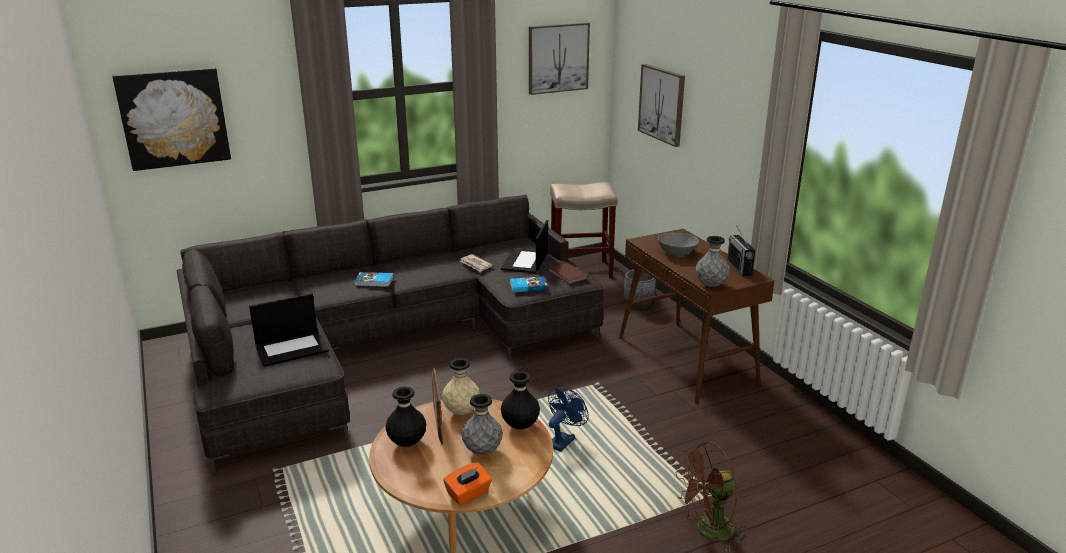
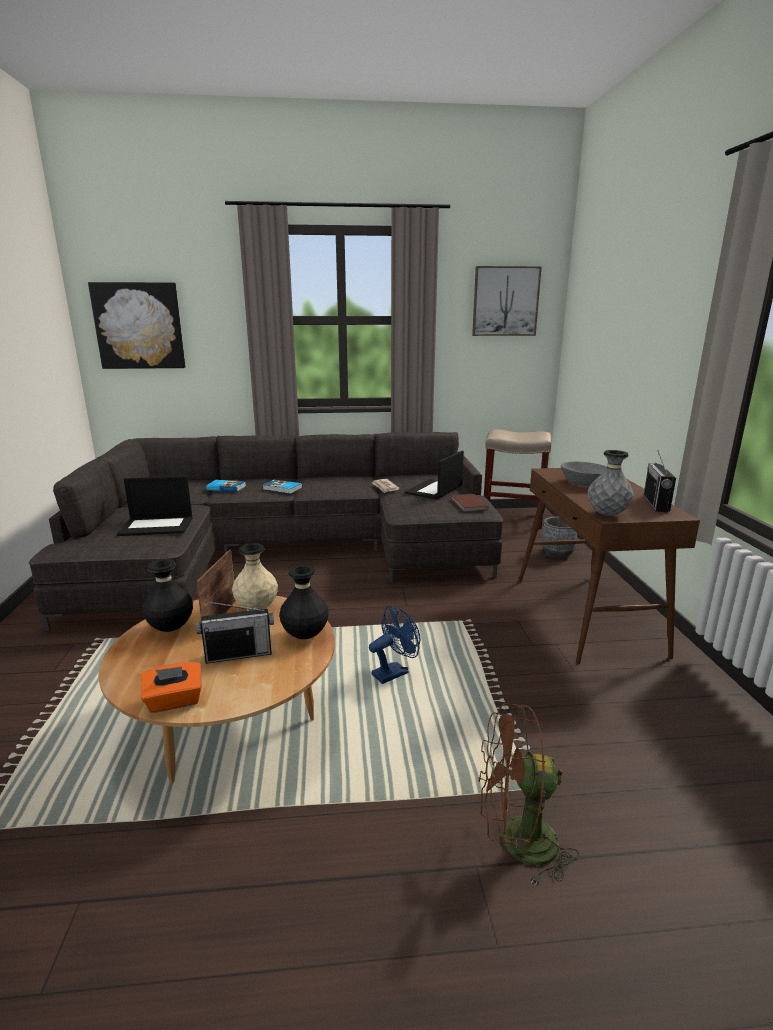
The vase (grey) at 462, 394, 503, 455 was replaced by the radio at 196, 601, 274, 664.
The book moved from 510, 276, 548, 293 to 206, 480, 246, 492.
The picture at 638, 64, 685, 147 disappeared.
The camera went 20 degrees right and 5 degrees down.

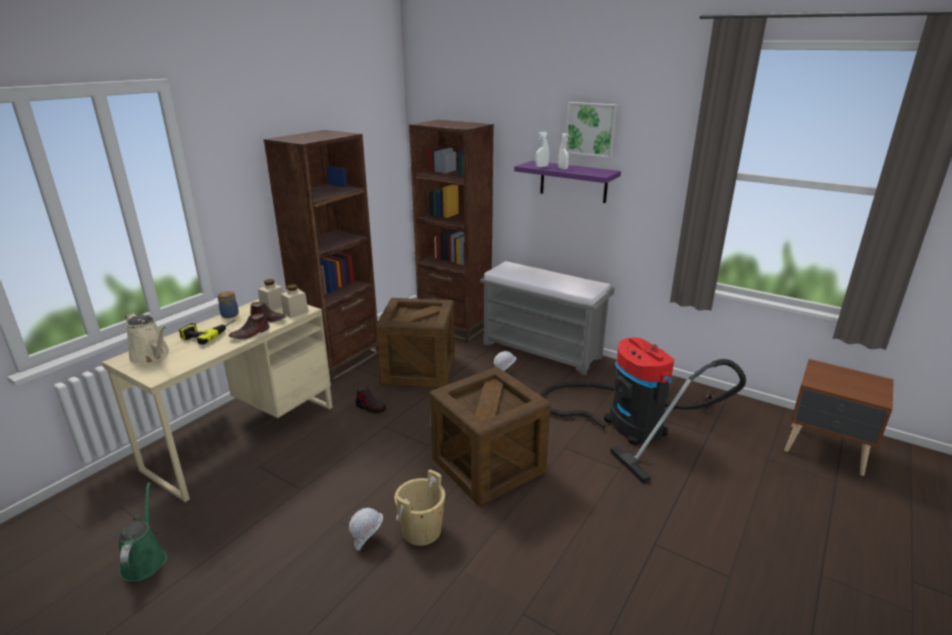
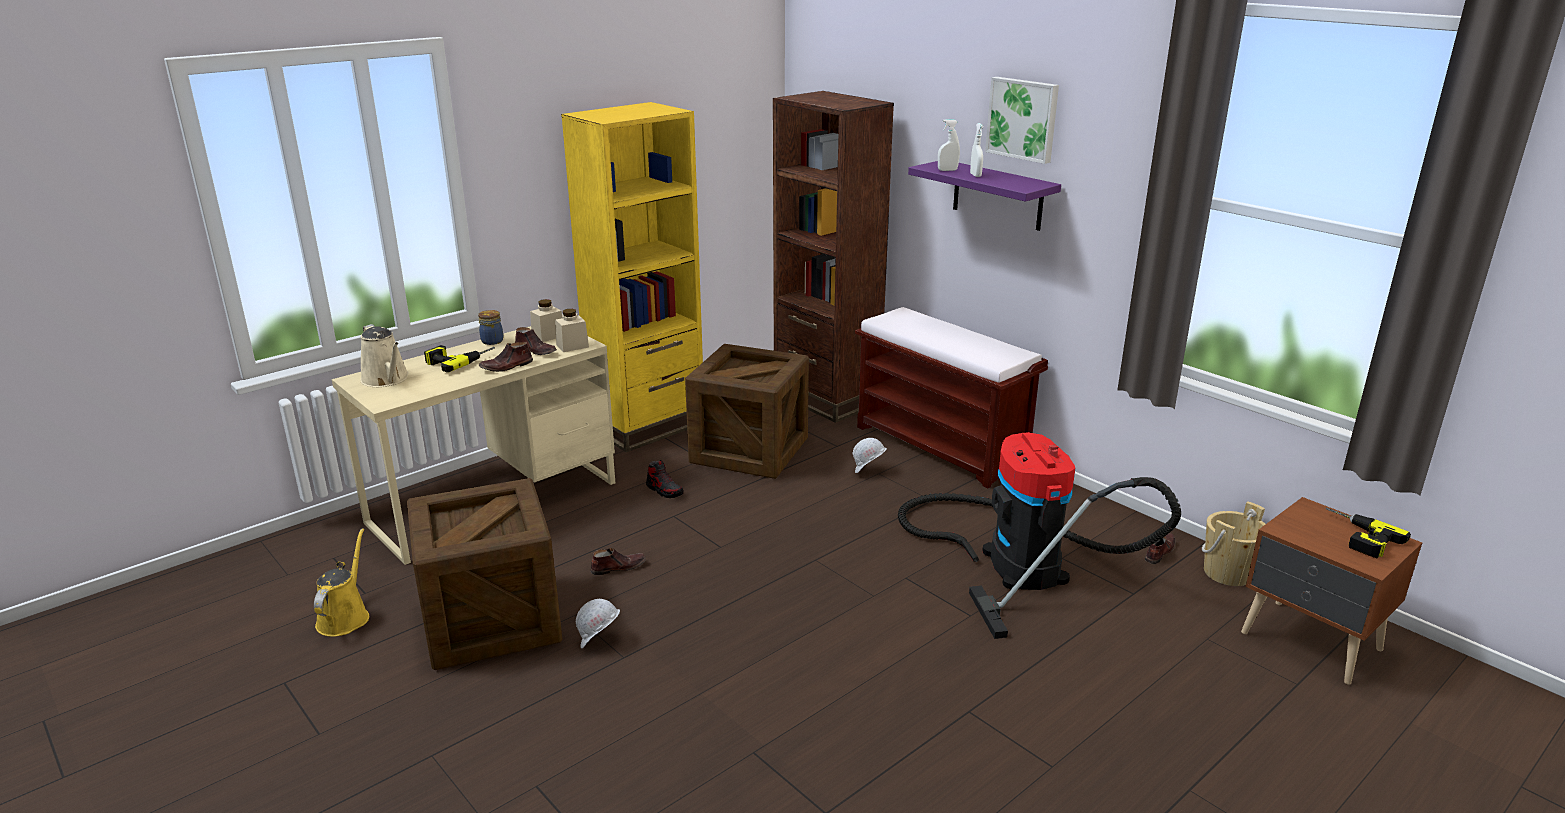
The watering can (green) at 118, 482, 167, 582 became the watering can (yellow) at 314, 528, 369, 637.
The bookcase (brown) at 264, 130, 378, 383 became the bookcase (yellow) at 561, 102, 703, 452.
The bucket (beige) moved from 394, 469, 445, 546 to 1202, 501, 1265, 586.
The crate moved from 430, 367, 551, 506 to 407, 478, 562, 670.
The bench (grey) at 480, 261, 614, 375 became the bench (brown) at 855, 307, 1048, 489.
The shoe (brown) at 591, 548, 646, 575 appeared.
The power drill at 1326, 508, 1411, 558 appeared.
The camera went 15 degrees right and 0 degrees up.

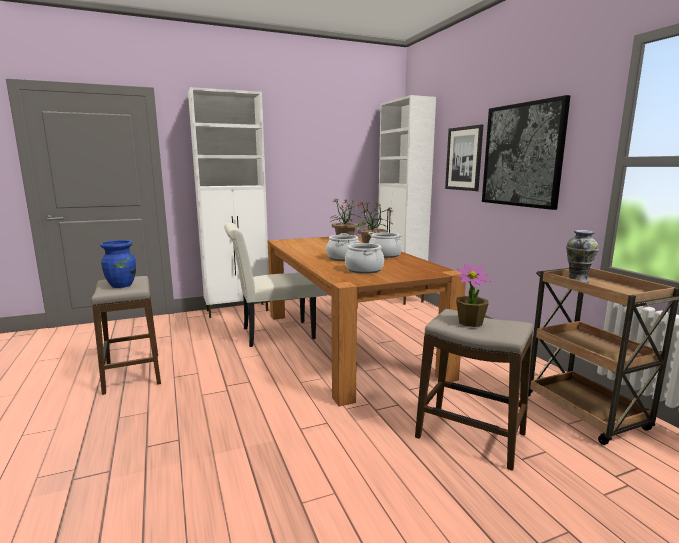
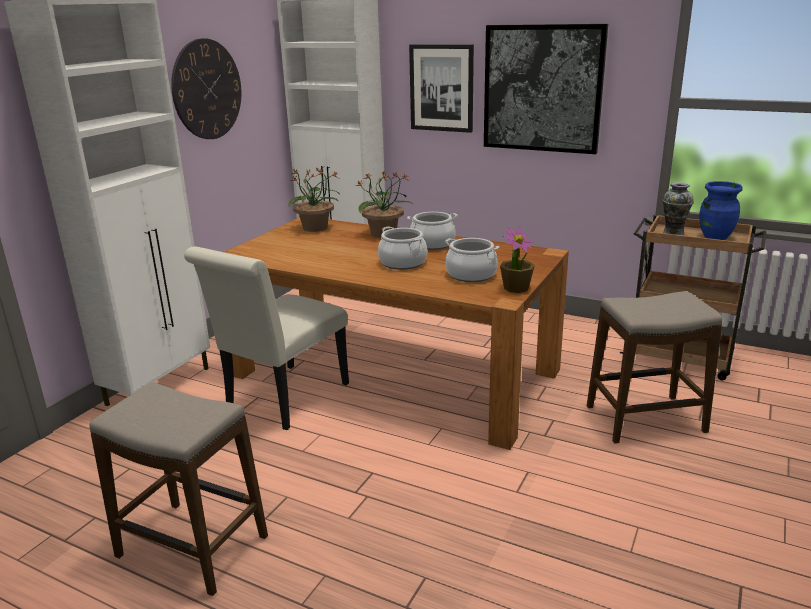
The vase (blue) moved from 100, 240, 136, 288 to 699, 181, 743, 240.
The potted plant moved from 456, 264, 491, 327 to 500, 227, 535, 293.
The wall clock at 171, 38, 241, 139 appeared.
The camera went 40 degrees left and 10 degrees up.

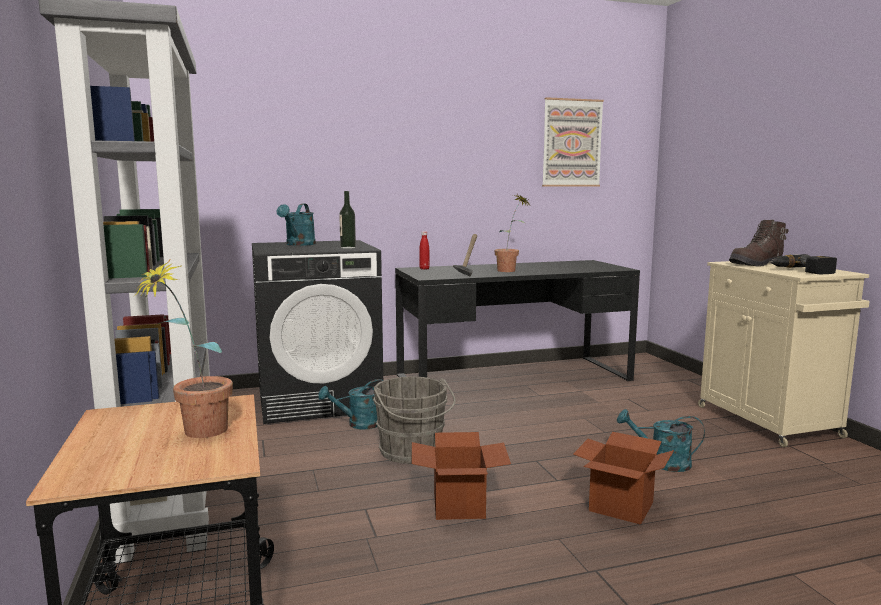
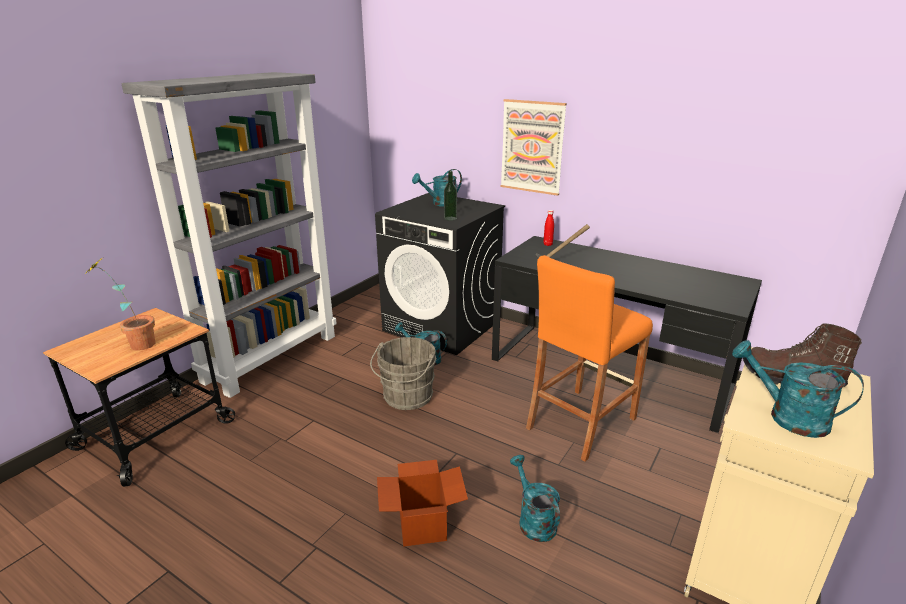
The cardboard box at 412, 432, 511, 520 disappeared.
The potted plant at 495, 195, 531, 272 disappeared.
The picture moved from 542, 97, 604, 187 to 500, 99, 567, 196.
The power drill at 769, 254, 837, 274 was replaced by the watering can (turquoise) at 732, 340, 864, 438.
The stool (orange) at 526, 255, 653, 462 appeared.
The camera went 50 degrees right and 15 degrees up.

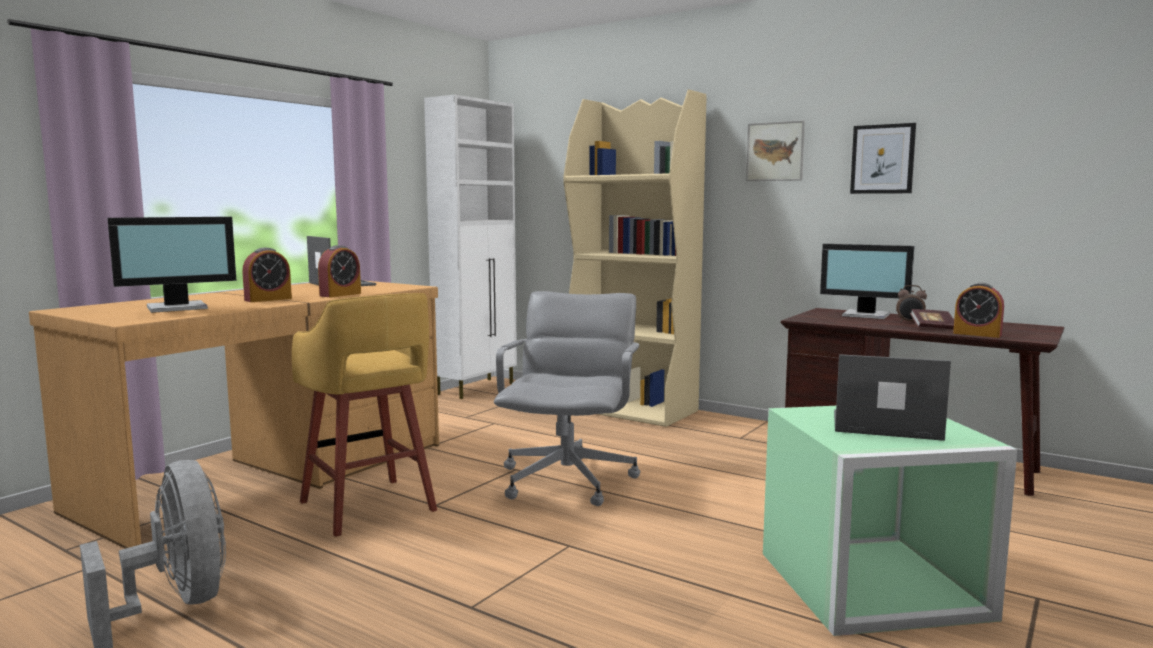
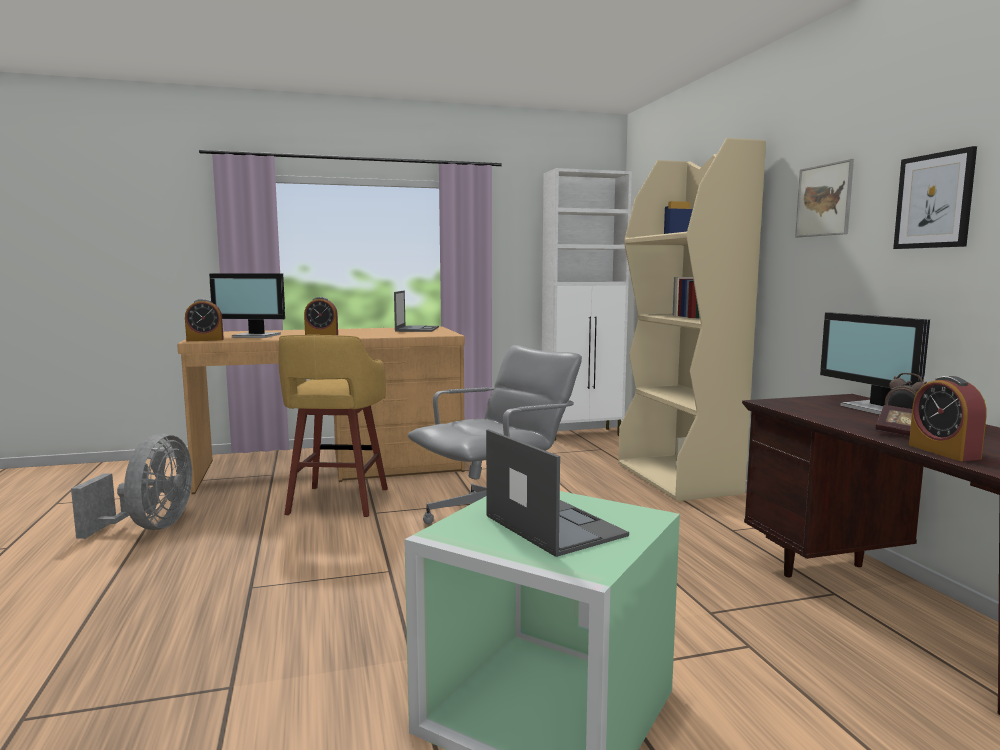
The alarm clock moved from 318, 245, 361, 297 to 185, 299, 224, 341.
The camera went 40 degrees right and 0 degrees up.

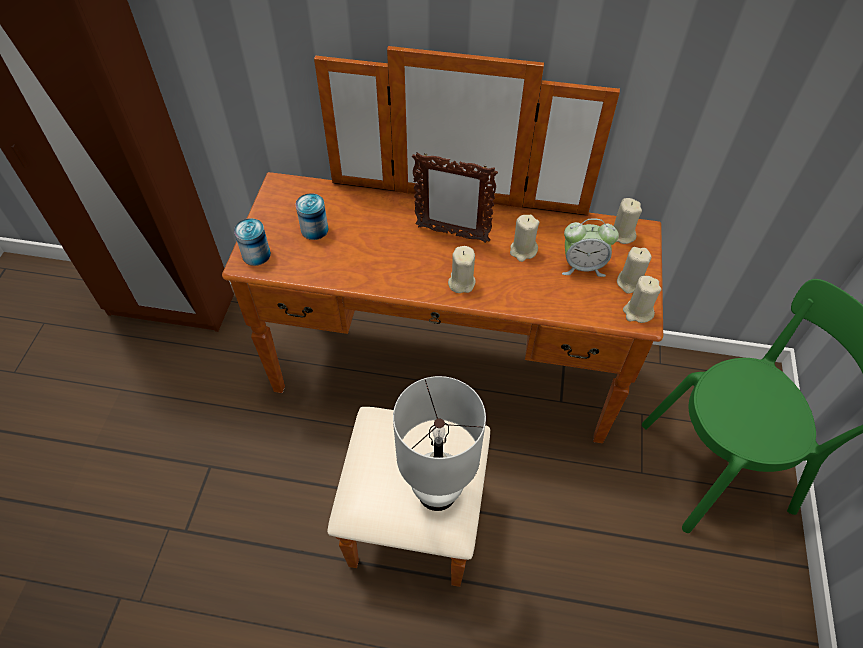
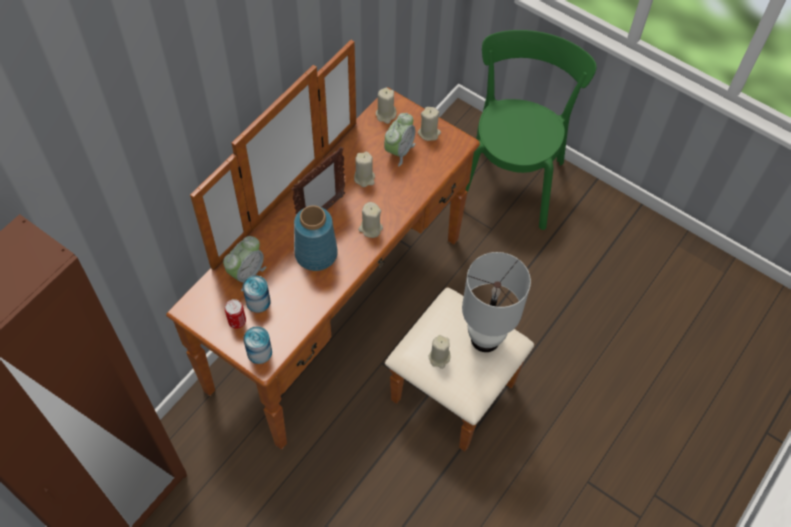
The candle (beige) moved from 623, 276, 661, 323 to 429, 335, 450, 369.
The alarm clock at 223, 236, 266, 291 appeared.
The can at 225, 299, 246, 329 appeared.
The vase (blue) at 294, 205, 338, 271 appeared.
The camera went 65 degrees left and 5 degrees up.

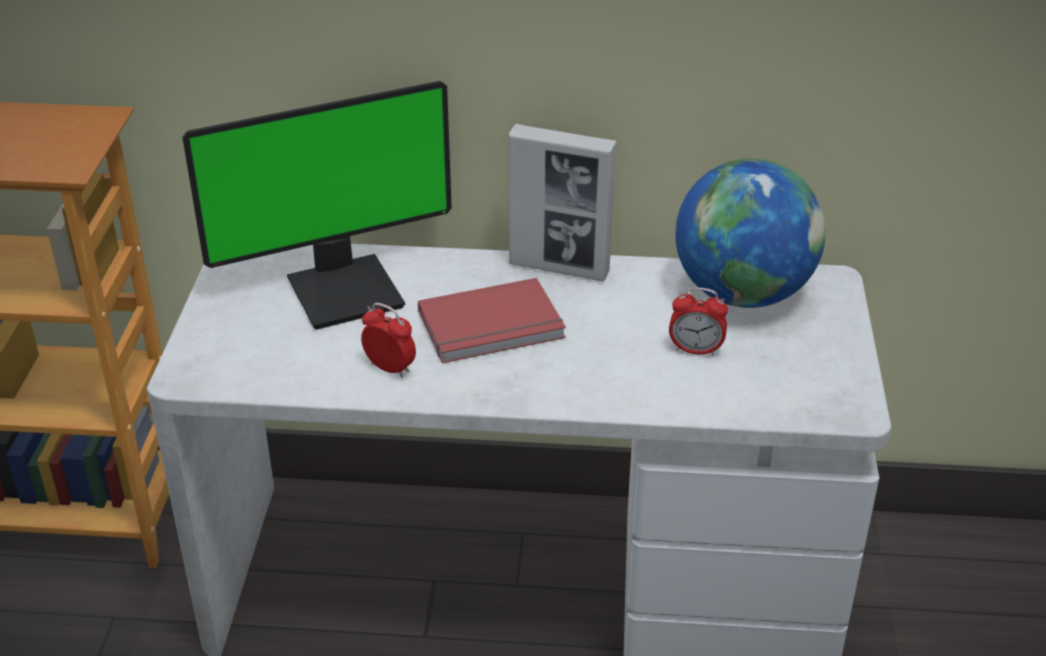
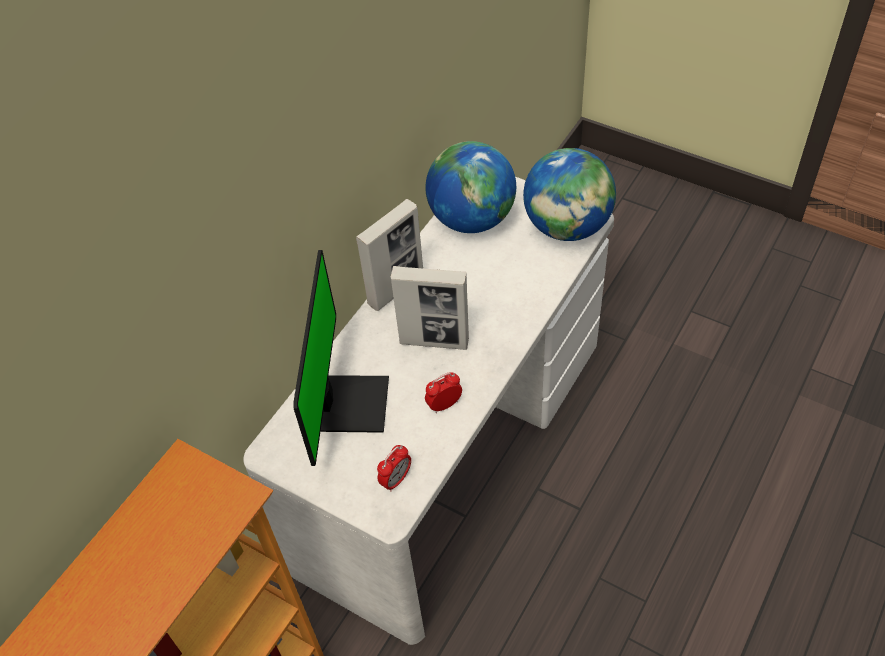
The book (red) at 418, 278, 566, 363 was replaced by the picture frame at 391, 266, 469, 350.
The alarm clock moved from 669, 287, 728, 356 to 377, 445, 411, 492.
The globe at 523, 148, 616, 241 appeared.
The camera went 60 degrees left and 15 degrees up.

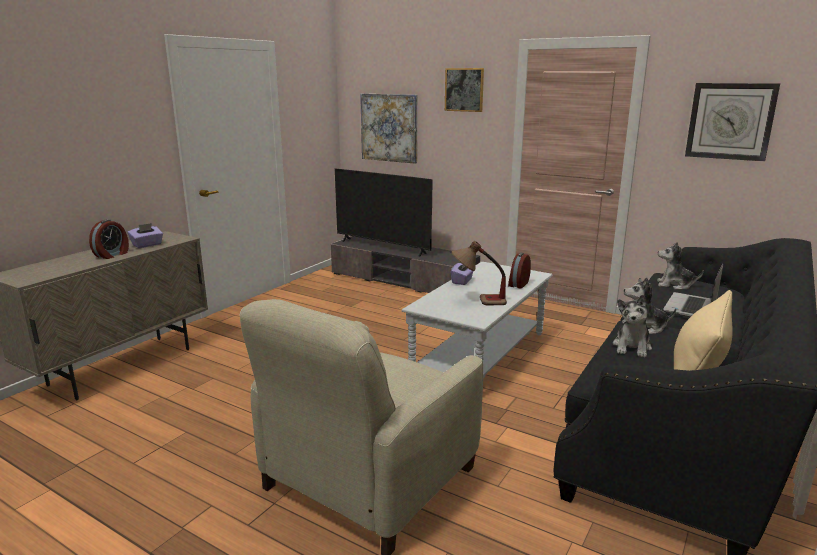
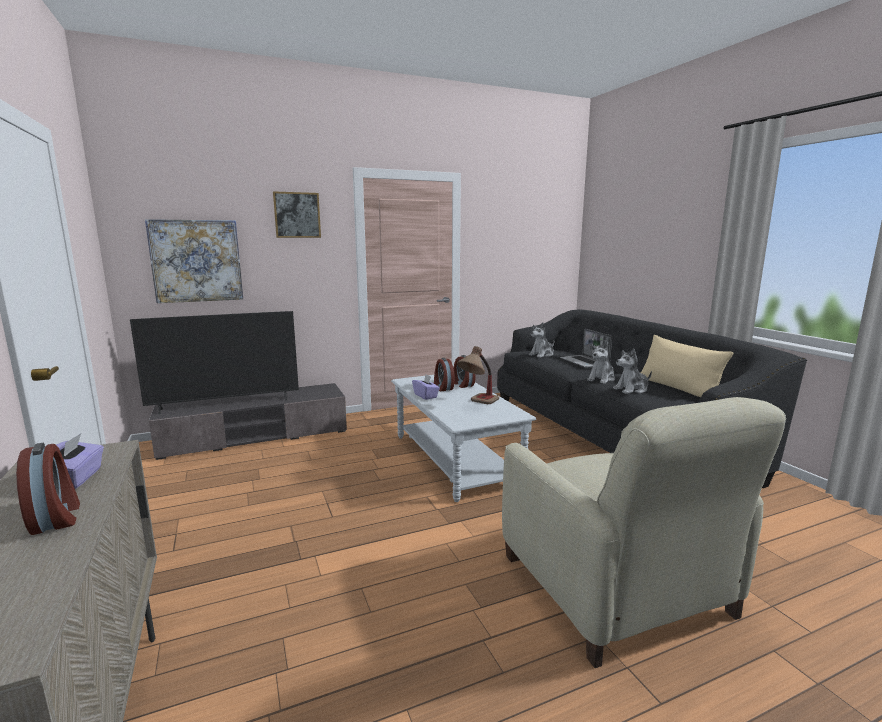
The plush toy at 613, 295, 652, 357 turned 105 degrees clockwise.
The wall clock at 685, 83, 780, 161 disappeared.
The alarm clock at 434, 358, 455, 391 appeared.
The camera went 55 degrees left and 5 degrees down.

